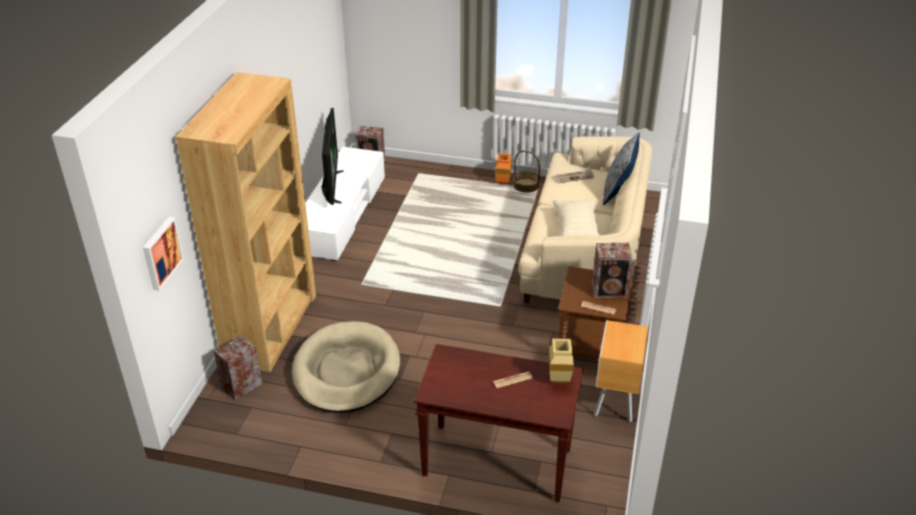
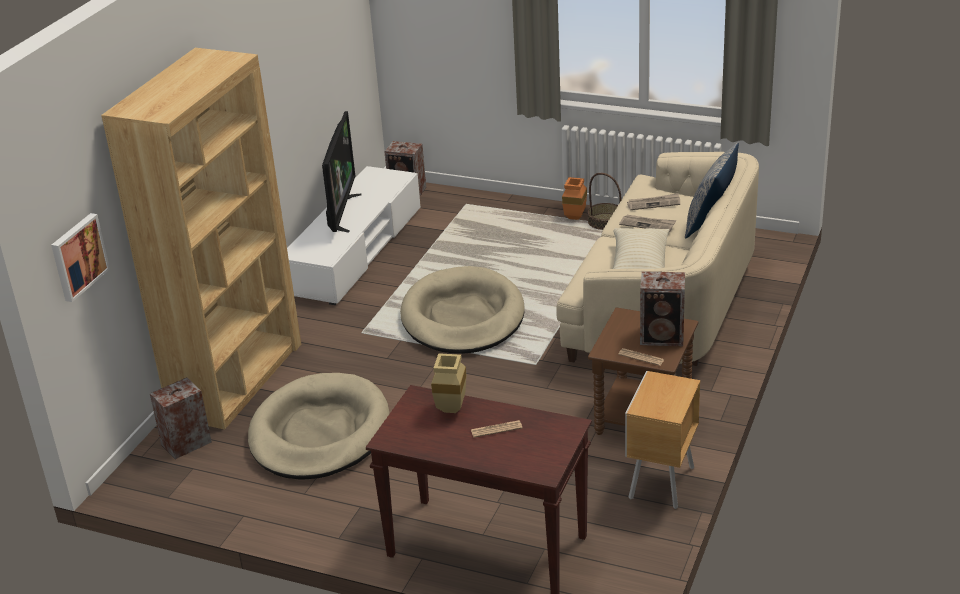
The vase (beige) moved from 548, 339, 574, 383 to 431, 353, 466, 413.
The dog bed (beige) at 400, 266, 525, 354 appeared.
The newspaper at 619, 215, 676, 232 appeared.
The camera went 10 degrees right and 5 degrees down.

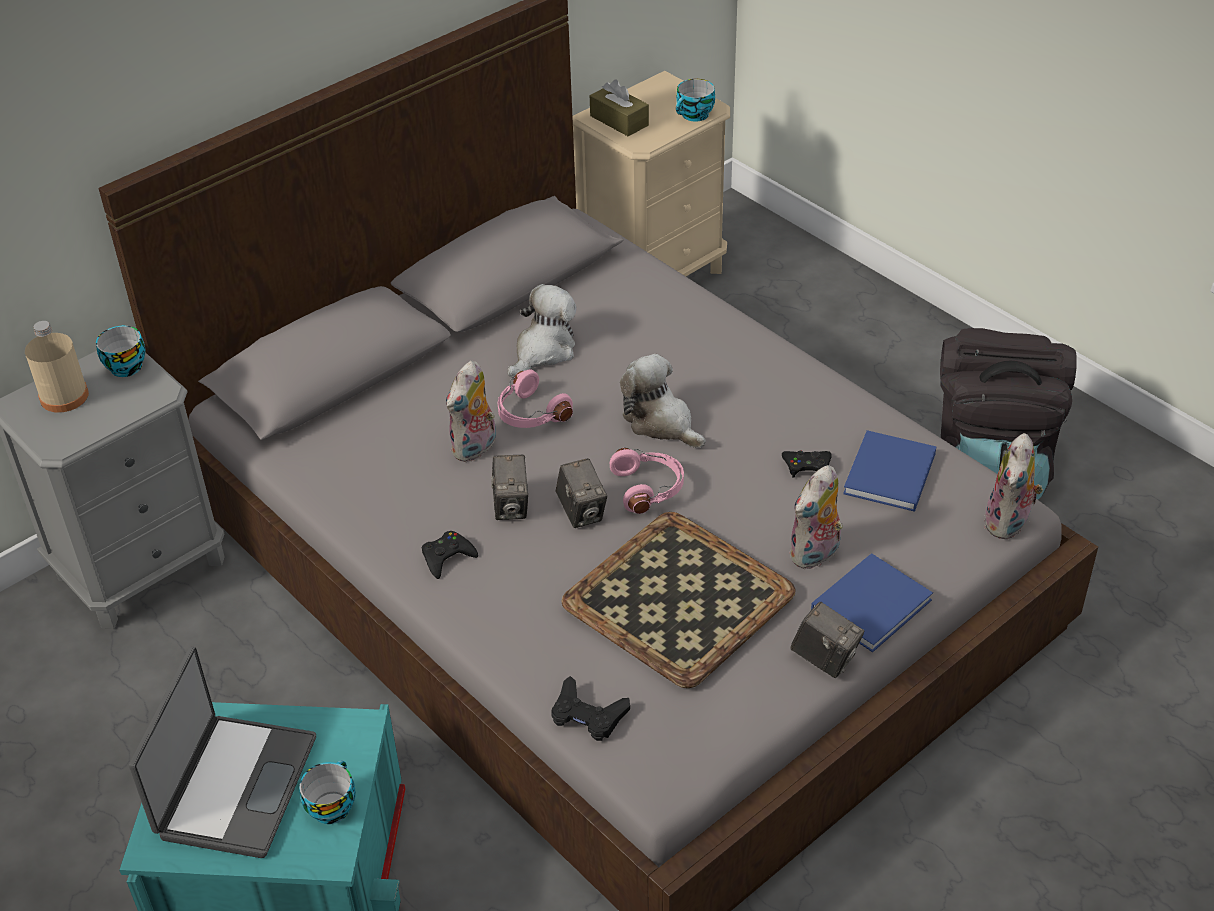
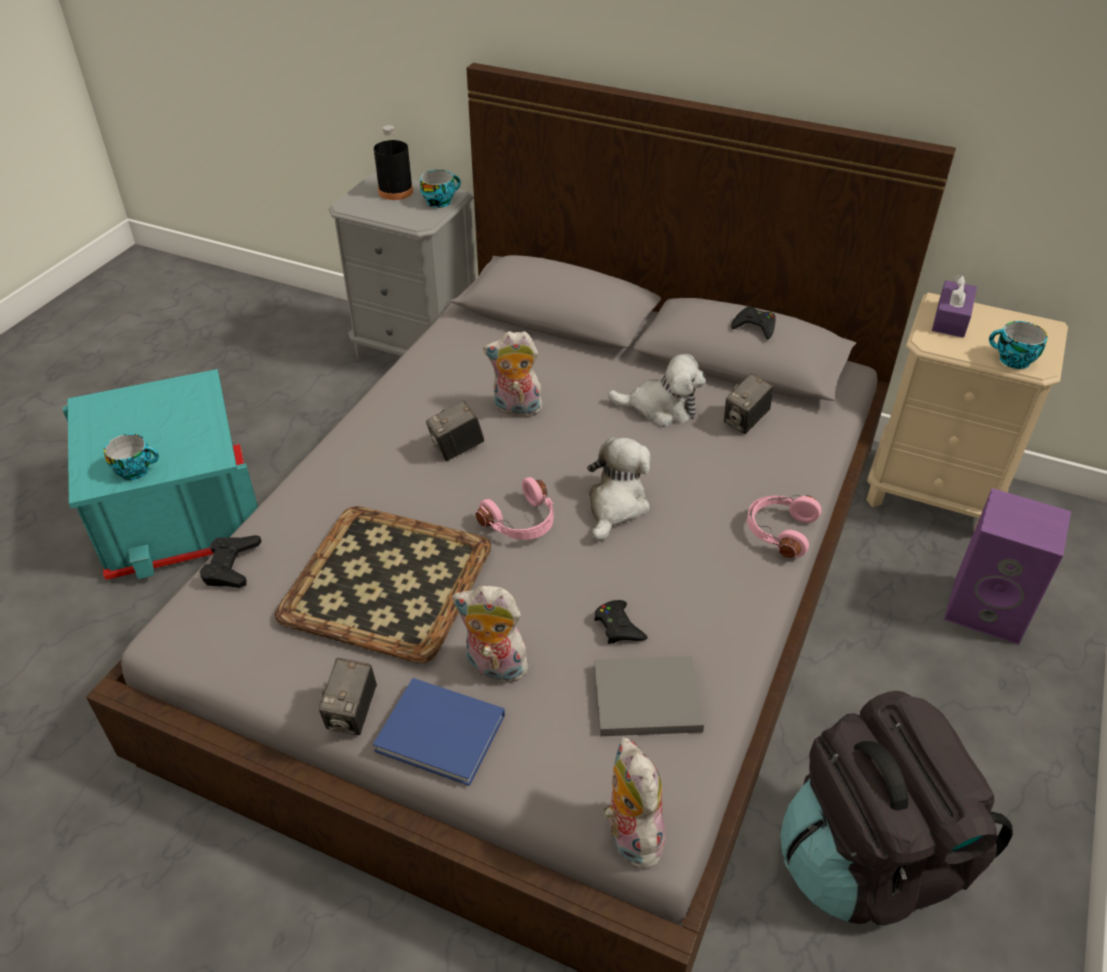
The bottle (beige) at 25, 321, 89, 413 became the bottle (black) at 374, 125, 413, 200.
The laptop at 129, 646, 316, 858 disappeared.
The game controller (black) moved from 422, 531, 478, 579 to 731, 306, 776, 339.
The headphones (pink) moved from 498, 369, 573, 428 to 747, 494, 821, 559.
The photo camera moved from 556, 458, 607, 528 to 724, 373, 773, 434.
The tissue box (brown) at 590, 79, 649, 136 became the tissue box (purple) at 932, 274, 977, 338.
The book (blue) at 843, 430, 937, 512 became the book (grey) at 594, 656, 704, 736.
The plush toy at 984, 433, 1043, 540 turned 75 degrees clockwise.
The speaker (purple) at 944, 488, 1071, 645 appeared.
The camera went 65 degrees right and 0 degrees up.

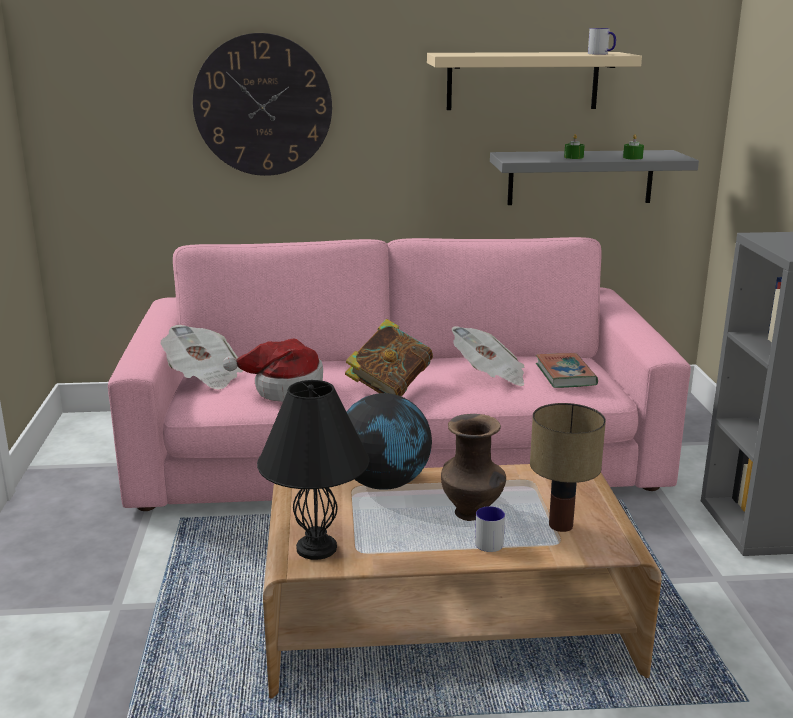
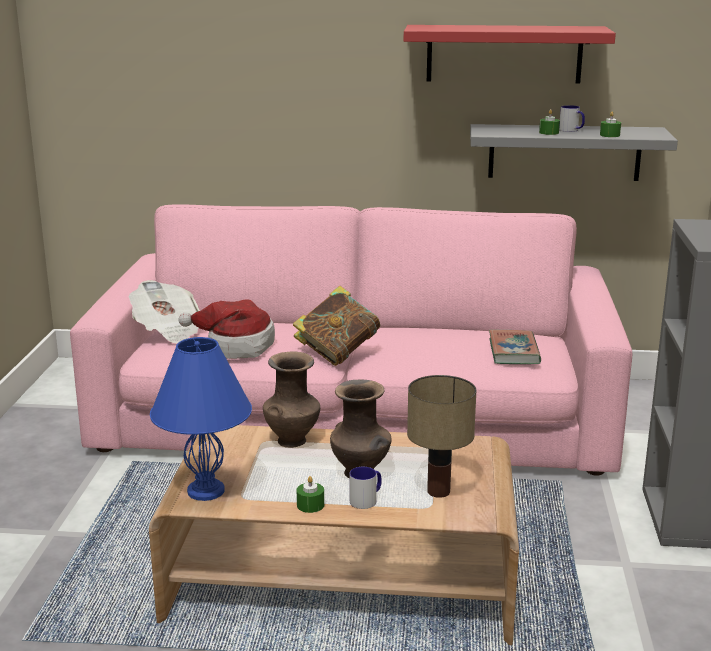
The wall clock at 193, 33, 332, 176 disappeared.
The table lamp (black) at 257, 380, 369, 560 became the table lamp (blue) at 150, 337, 252, 501.
The globe at 346, 393, 432, 490 was replaced by the vase (brown) at 263, 352, 320, 448.
The shelf (beige) at 427, 52, 642, 110 became the shelf (red) at 404, 25, 616, 84.
The newspaper at 452, 326, 525, 386 disappeared.
The mug moved from 588, 28, 616, 55 to 559, 105, 585, 132.
The candle (green) at 297, 476, 324, 513 appeared.
The camera went 10 degrees right and 0 degrees up.

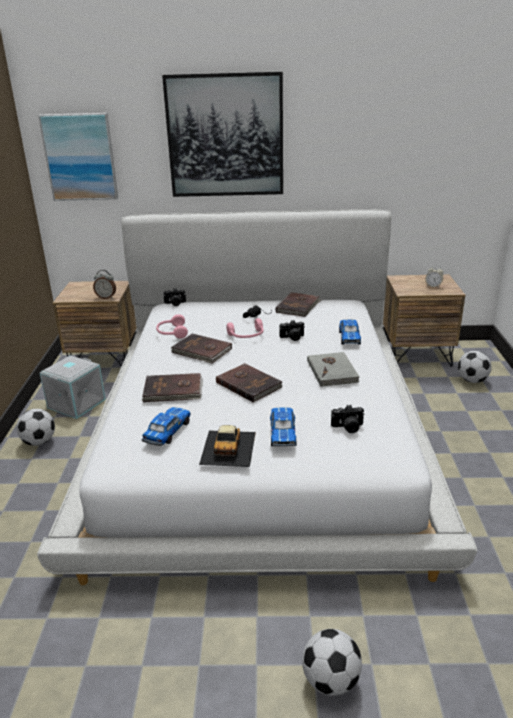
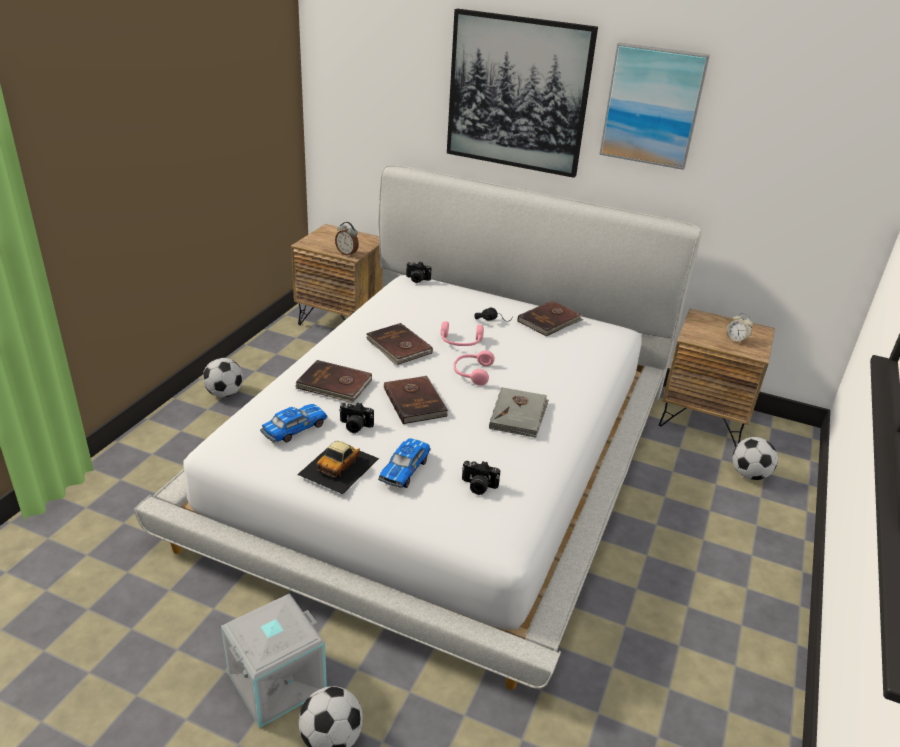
The picture moved from 38, 113, 118, 201 to 599, 42, 710, 170.
The storage box (grey) moved from 40, 355, 106, 419 to 221, 593, 327, 728.
The headphones (pink) moved from 156, 314, 188, 339 to 454, 350, 495, 386.
The photo camera moved from 279, 320, 305, 341 to 339, 402, 374, 433.
The toy car at 339, 319, 361, 344 disappeared.
The camera went 20 degrees right and 5 degrees up.

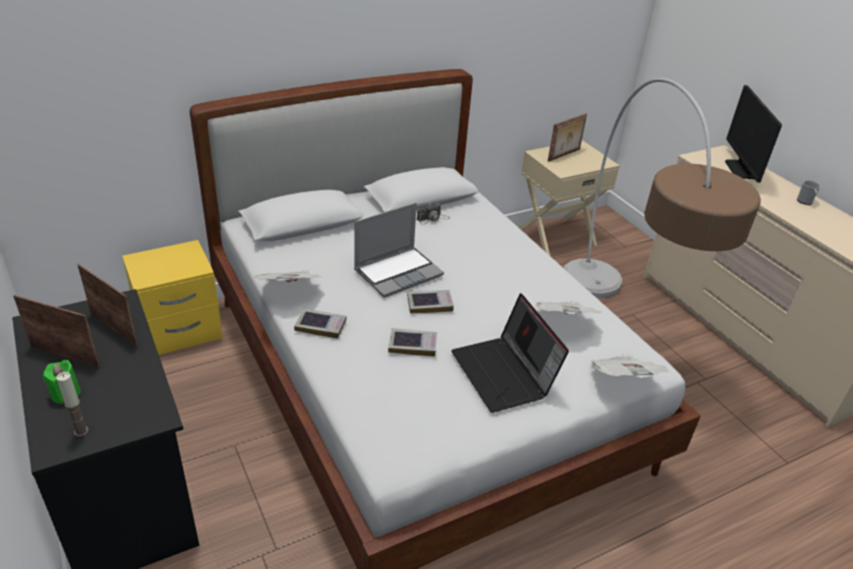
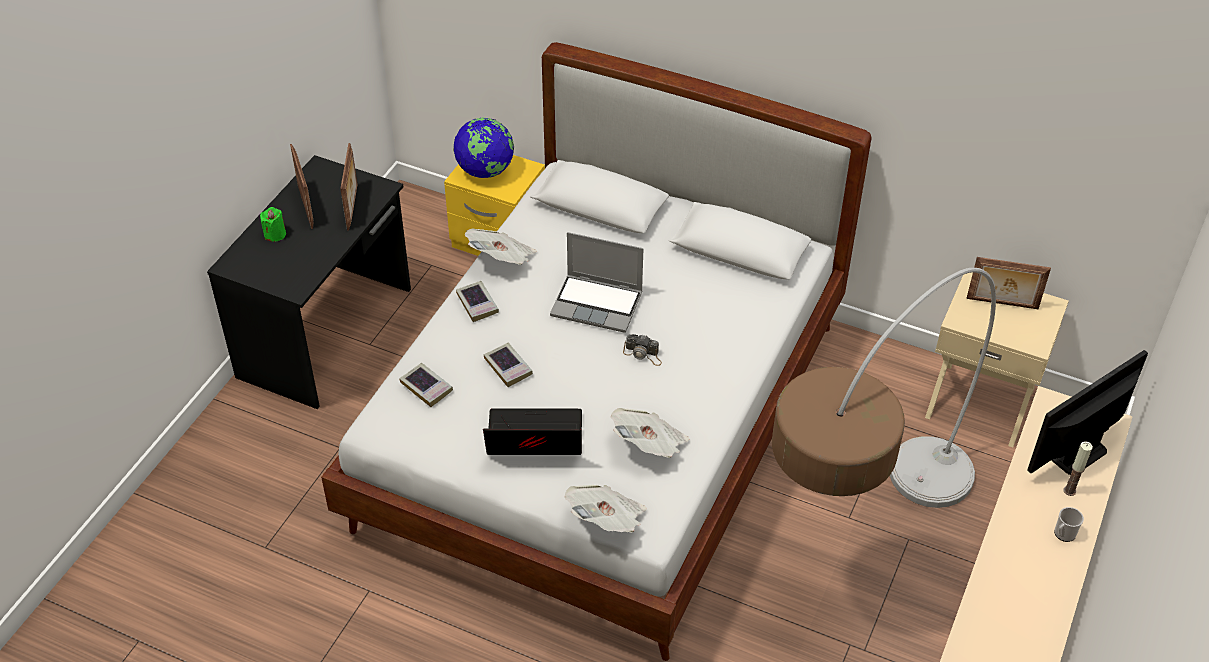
The candle moved from 56, 372, 88, 437 to 1064, 441, 1093, 496.
The book moved from 407, 290, 454, 313 to 399, 363, 453, 407.
The photo camera moved from 417, 203, 450, 224 to 623, 334, 662, 366.
The laptop at 451, 293, 569, 413 turned 60 degrees clockwise.
The globe at 453, 118, 514, 178 appeared.
The camera went 55 degrees right and 10 degrees up.

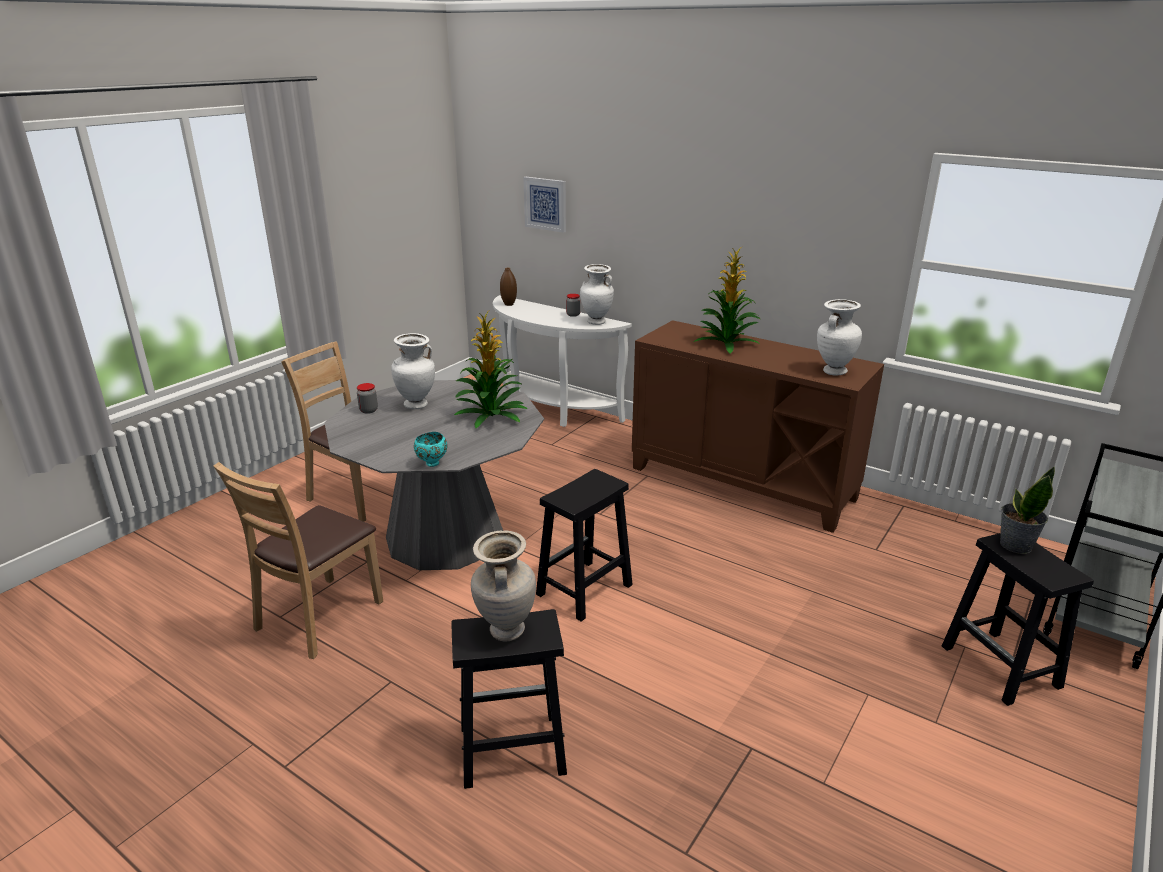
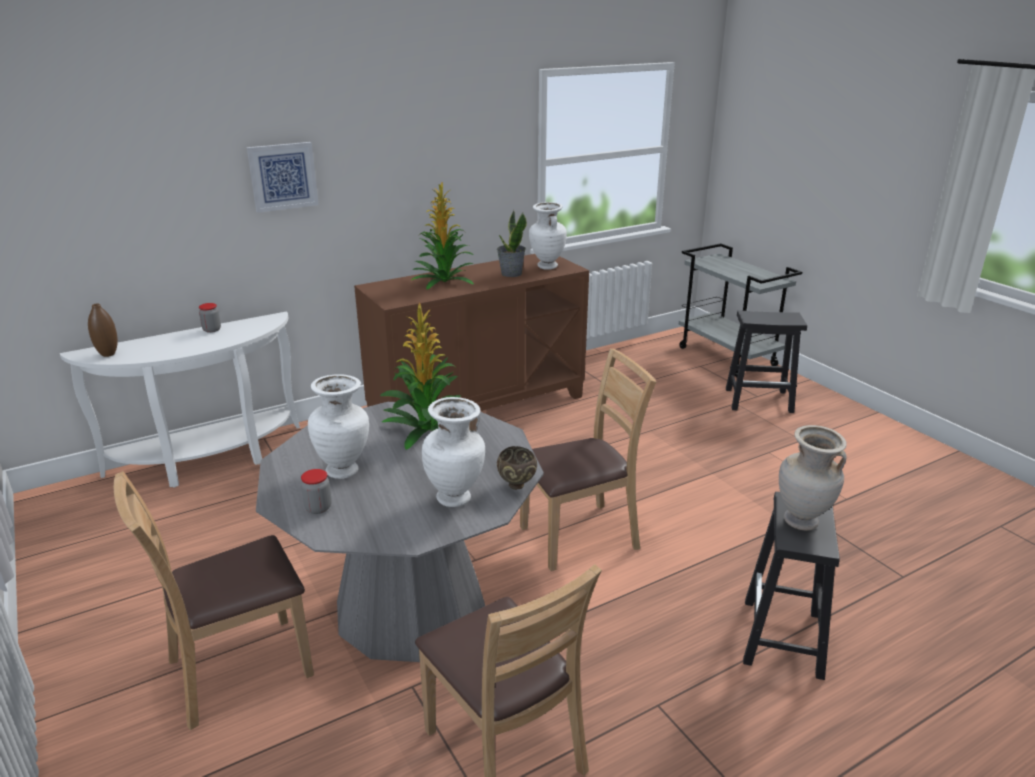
The bowl (turquoise) at 414, 432, 447, 467 became the bowl (brown) at 497, 446, 537, 490.
The picture moved from 523, 177, 566, 233 to 247, 142, 319, 213.
The stool (black) at 536, 469, 633, 621 was replaced by the chair (brown) at 520, 349, 657, 571.
The vase (white) moved from 580, 264, 614, 325 to 422, 397, 485, 507.
The potted plant moved from 1000, 466, 1055, 554 to 497, 210, 527, 277.
The camera went 65 degrees left and 0 degrees up.

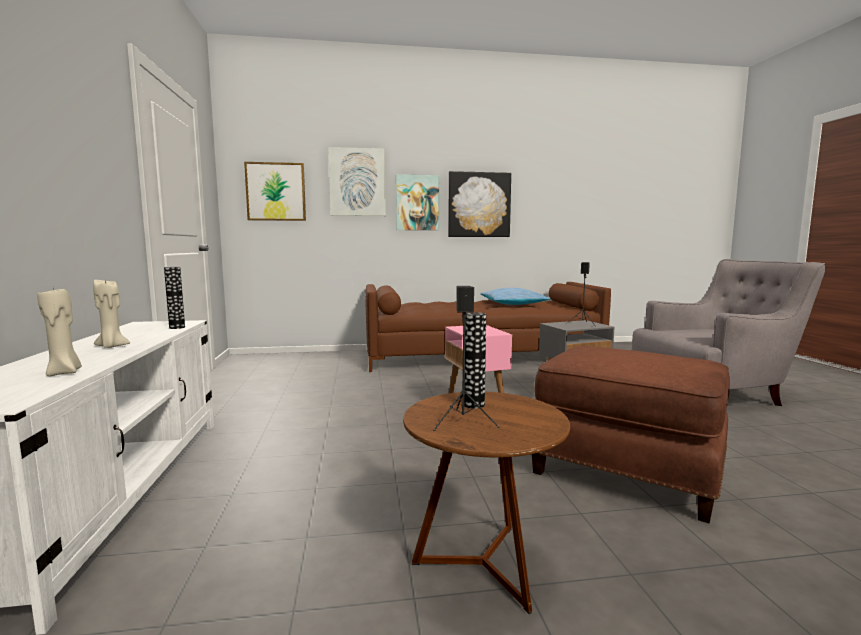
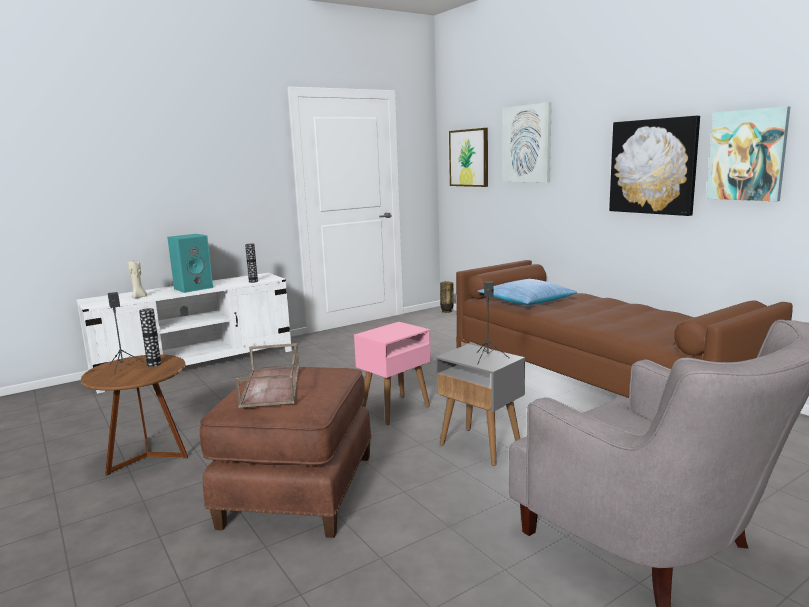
The candle (beige) at 93, 279, 131, 348 was replaced by the speaker (turquoise) at 167, 234, 213, 293.
The picture moved from 396, 174, 439, 230 to 706, 106, 790, 201.
The pillow moved from 481, 288, 551, 305 to 478, 279, 577, 305.
The tray (brown) at 236, 343, 299, 408 appeared.
The vase at 440, 281, 454, 313 appeared.
The camera went 65 degrees right and 5 degrees up.

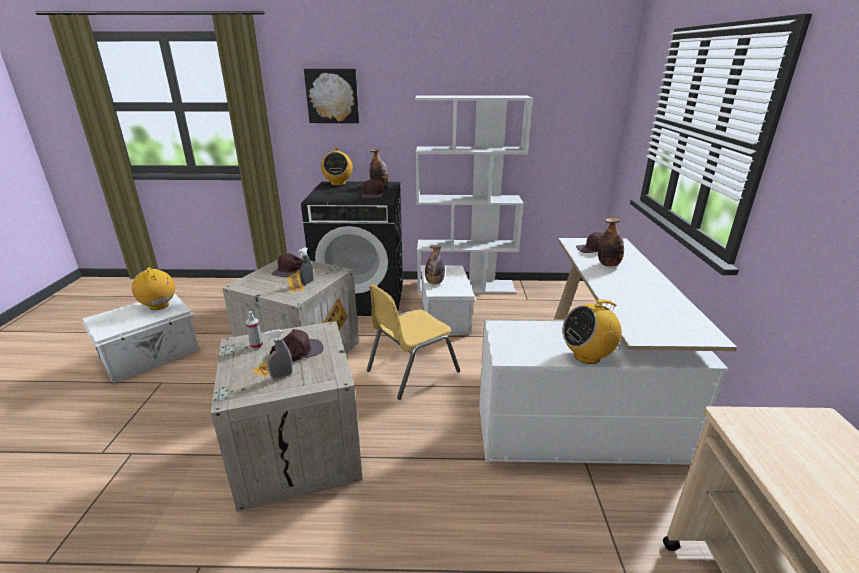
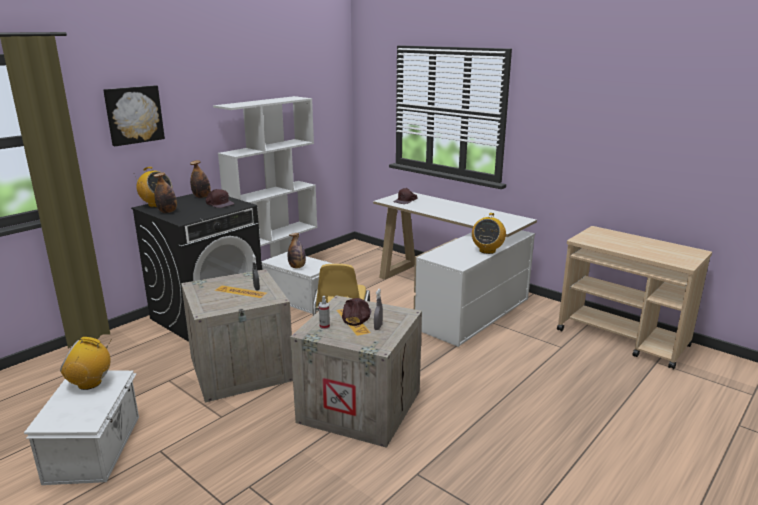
The cap (brown) at 272, 253, 304, 277 disappeared.
The bottle moved from 598, 217, 624, 267 to 154, 172, 177, 213.
The camera went 50 degrees left and 5 degrees down.

